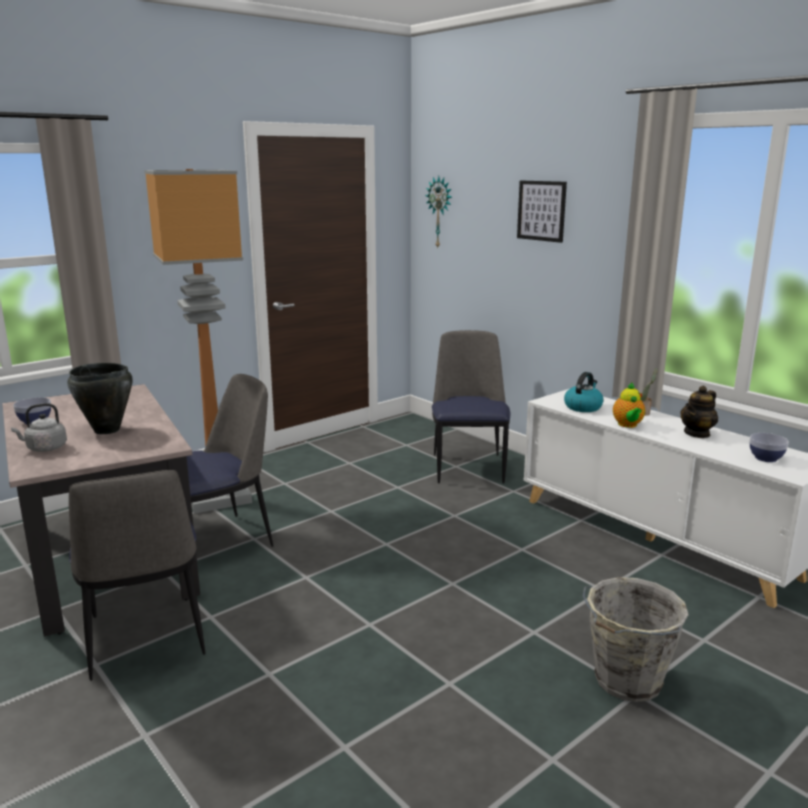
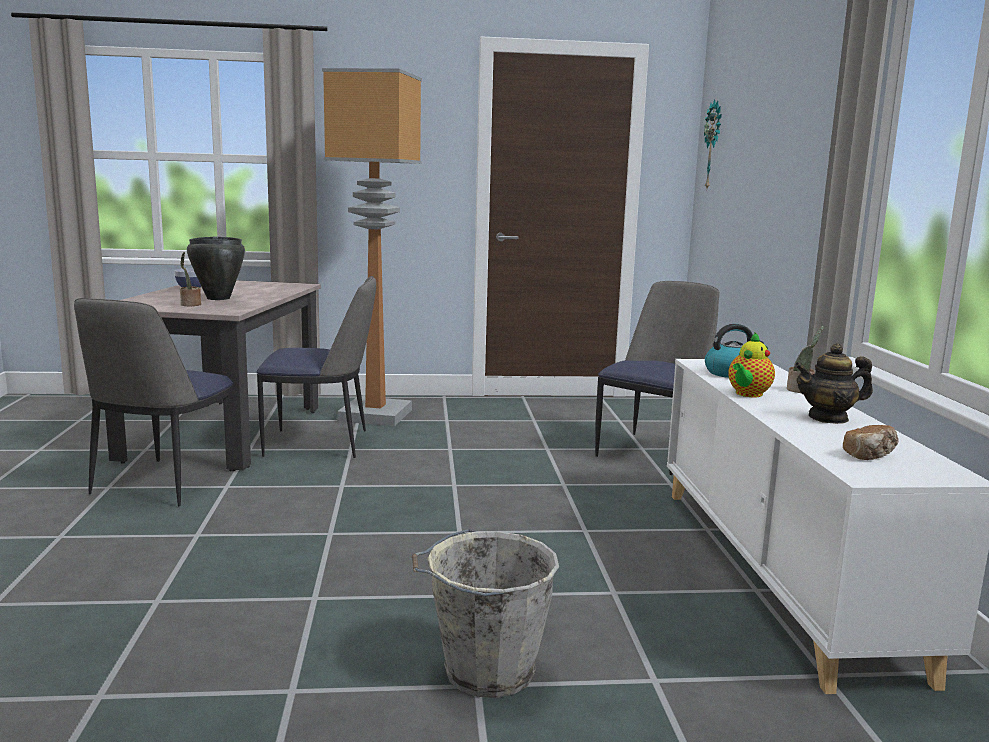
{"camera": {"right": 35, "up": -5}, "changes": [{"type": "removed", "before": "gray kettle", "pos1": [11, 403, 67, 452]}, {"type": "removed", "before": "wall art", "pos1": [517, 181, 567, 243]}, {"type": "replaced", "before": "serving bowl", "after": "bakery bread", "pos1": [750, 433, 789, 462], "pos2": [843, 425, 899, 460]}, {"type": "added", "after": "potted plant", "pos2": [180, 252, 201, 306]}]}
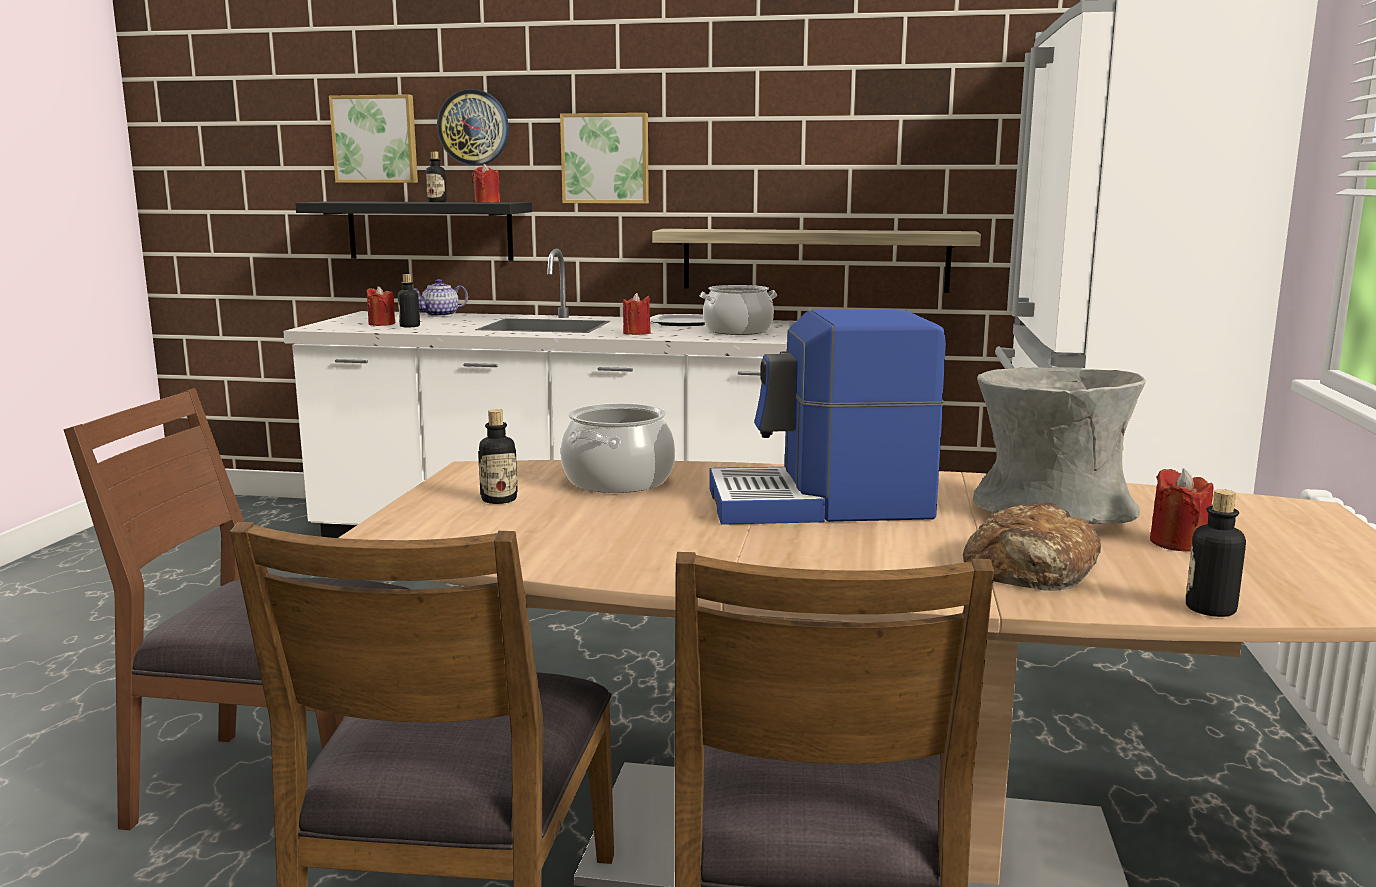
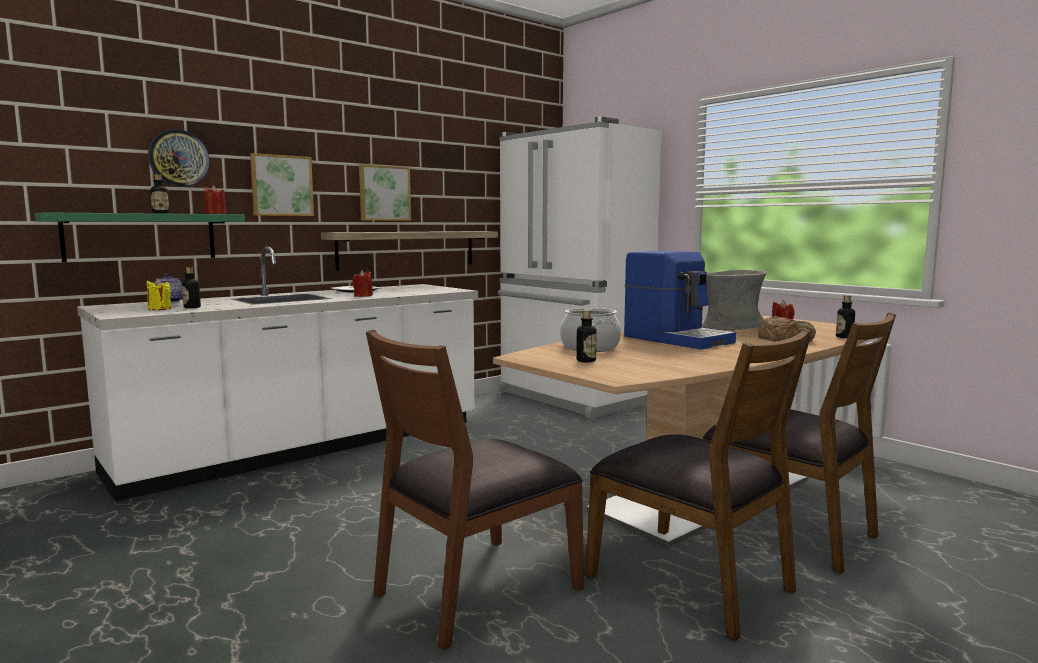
{"camera": {"right": -50, "up": -5}, "changes": [{"type": "recoloured", "before": "black wall shelf", "after": "green-coloured wall shelf", "pos1": [295, 201, 532, 261], "pos2": [35, 212, 245, 262]}, {"type": "moved", "before": "wall art", "pos1": [329, 94, 418, 183], "pos2": [359, 164, 411, 221]}, {"type": "recoloured", "before": "red-coloured wax candle", "after": "yellowish wax candle", "pos1": [366, 286, 395, 326], "pos2": [147, 278, 171, 310]}, {"type": "removed", "before": "saucepot", "pos1": [700, 285, 777, 335]}, {"type": "turned", "before": "coffee brewer", "pos1": [709, 309, 946, 525], "pos2": [624, 251, 736, 350], "turn": -75}]}
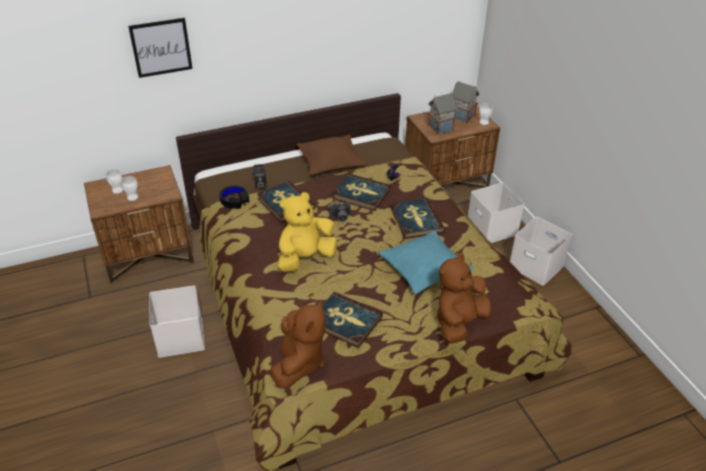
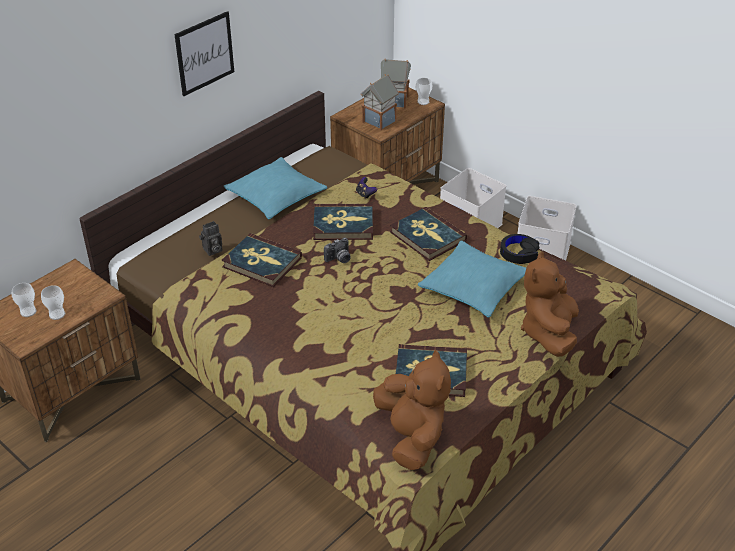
{"camera": {"right": -25, "up": 0}, "changes": [{"type": "moved", "before": "wall art", "pos1": [128, 18, 193, 78], "pos2": [174, 11, 234, 96]}, {"type": "removed", "before": "whitish storage container", "pos1": [149, 286, 205, 358]}, {"type": "moved", "before": "black pair of headphones", "pos1": [219, 186, 249, 209], "pos2": [500, 234, 539, 264]}, {"type": "removed", "before": "yellowish plush toy", "pos1": [278, 192, 337, 272]}, {"type": "recoloured", "before": "brownish cushion", "after": "turquoise-coloured cushion", "pos1": [296, 135, 367, 175], "pos2": [224, 157, 327, 219]}]}
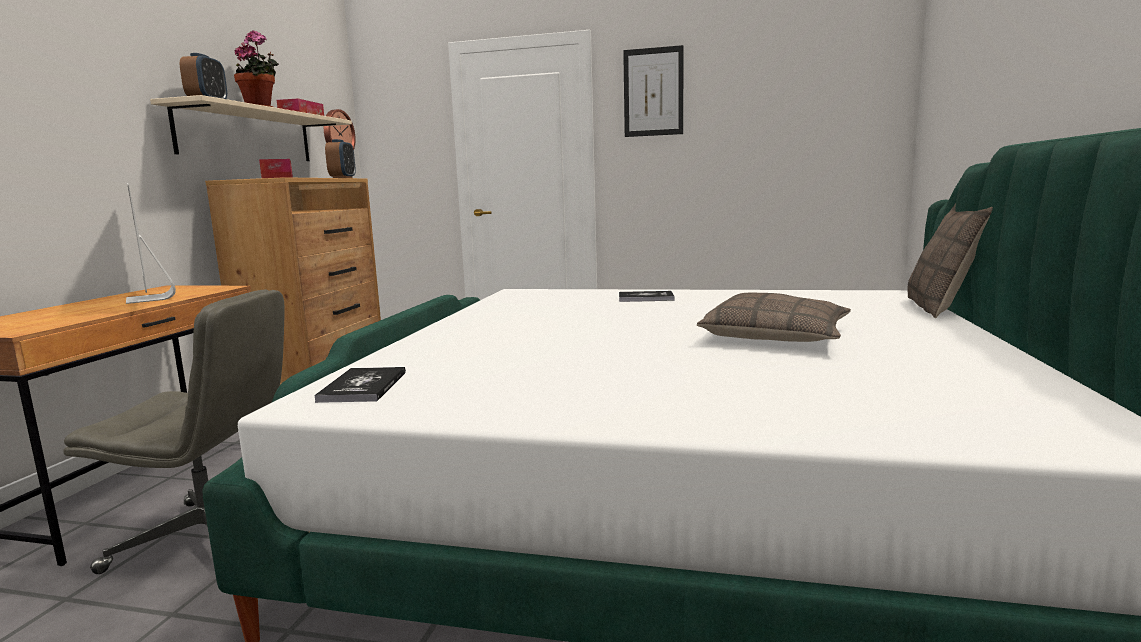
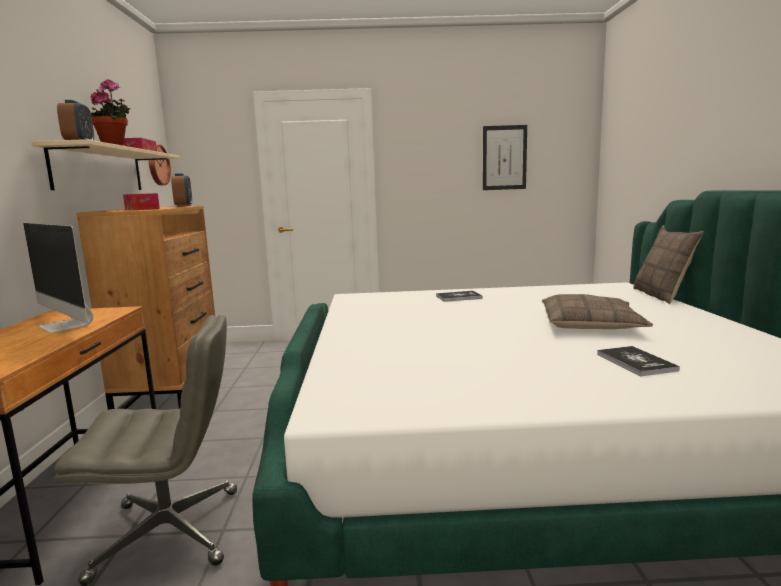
{"camera": {"right": -15, "up": 0}, "changes": [{"type": "moved", "before": "volume", "pos1": [314, 367, 406, 403], "pos2": [597, 346, 680, 376]}, {"type": "moved", "before": "wall art", "pos1": [623, 45, 684, 137], "pos2": [483, 125, 527, 190]}]}
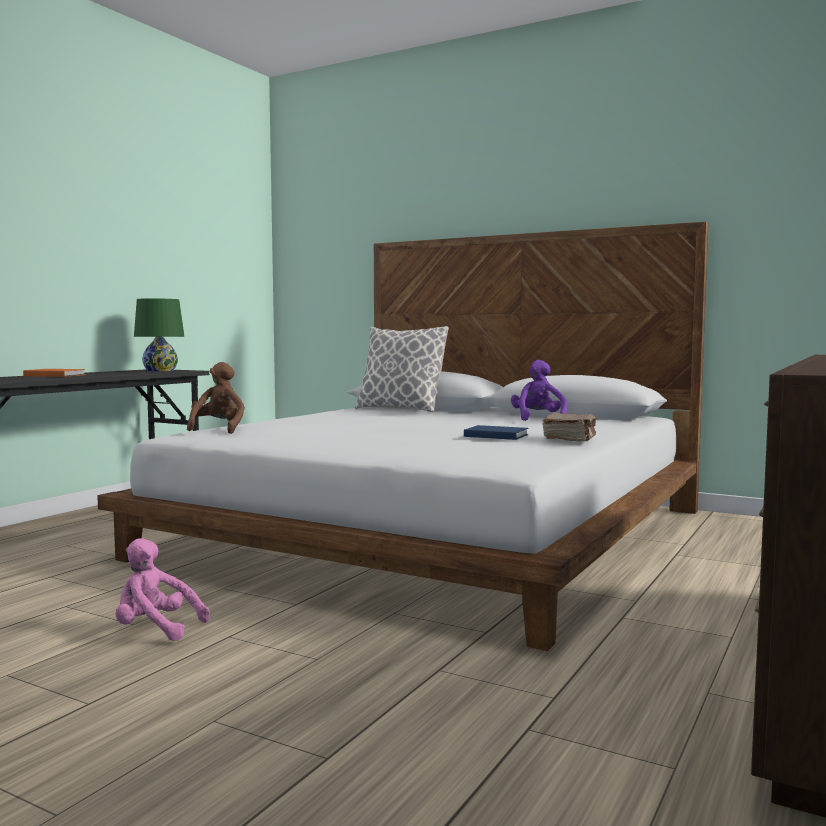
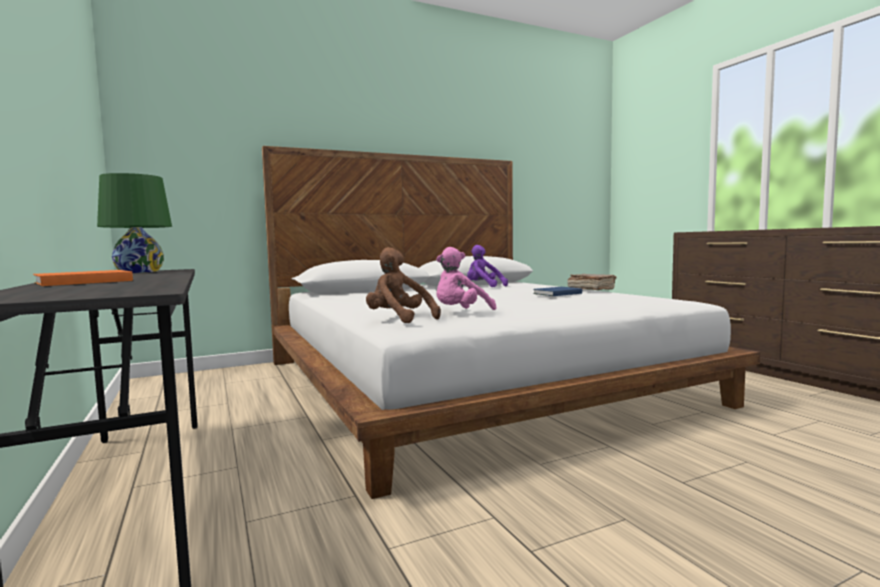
{"camera": {"right": -55, "up": 0}, "changes": [{"type": "moved", "before": "pink-coloured plush toy", "pos1": [116, 538, 210, 641], "pos2": [436, 247, 496, 310]}, {"type": "removed", "before": "cushion", "pos1": [355, 326, 449, 412]}]}
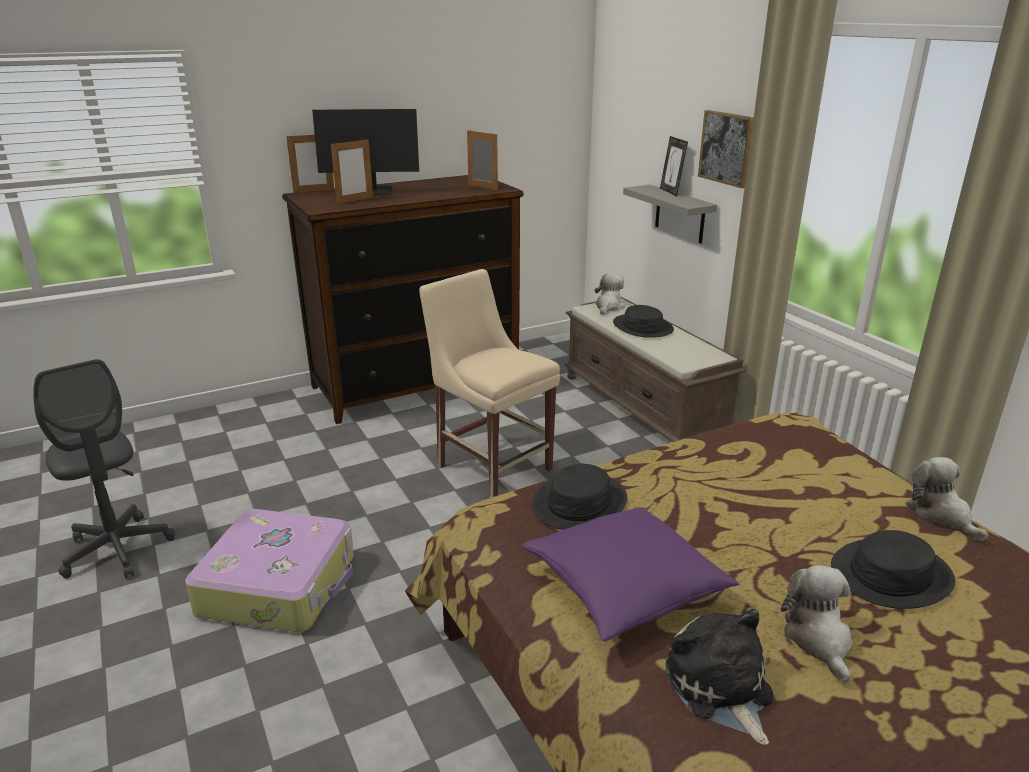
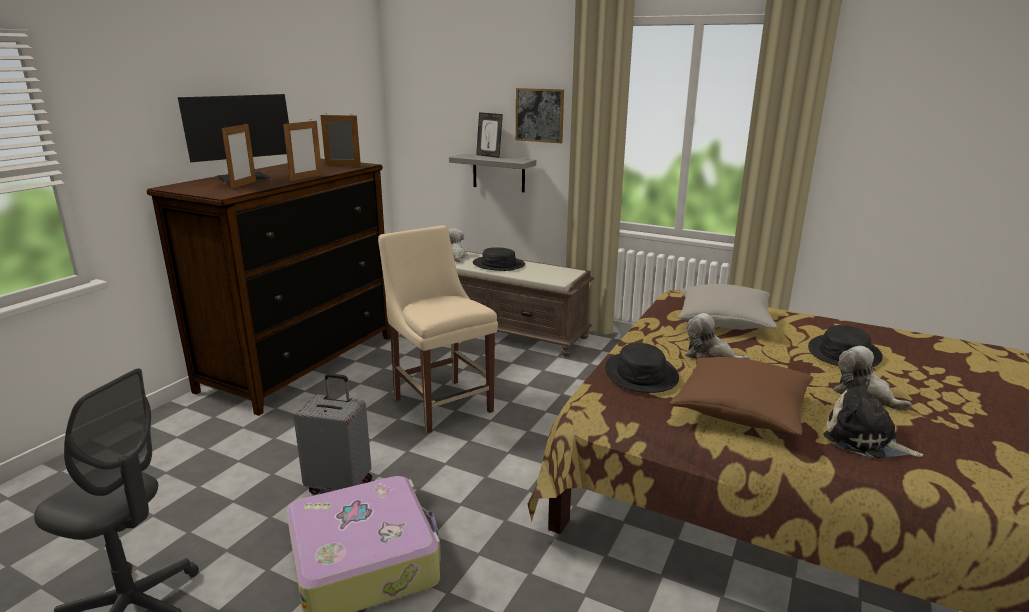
{"camera": {"right": -35, "up": -5}, "changes": [{"type": "moved", "before": "standing frame", "pos1": [286, 134, 334, 193], "pos2": [283, 120, 322, 181]}, {"type": "turned", "before": "sand-coloured chair", "pos1": [419, 269, 560, 498], "pos2": [378, 225, 498, 433], "turn": 45}, {"type": "recoloured", "before": "purple-coloured cushion", "after": "brownish cushion", "pos1": [522, 507, 740, 642], "pos2": [670, 357, 814, 436]}, {"type": "moved", "before": "plush toy", "pos1": [905, 457, 988, 541], "pos2": [685, 313, 750, 360]}, {"type": "added", "after": "gray piece of luggage", "pos2": [294, 373, 372, 495]}, {"type": "added", "after": "gray cushion", "pos2": [679, 284, 777, 329]}]}
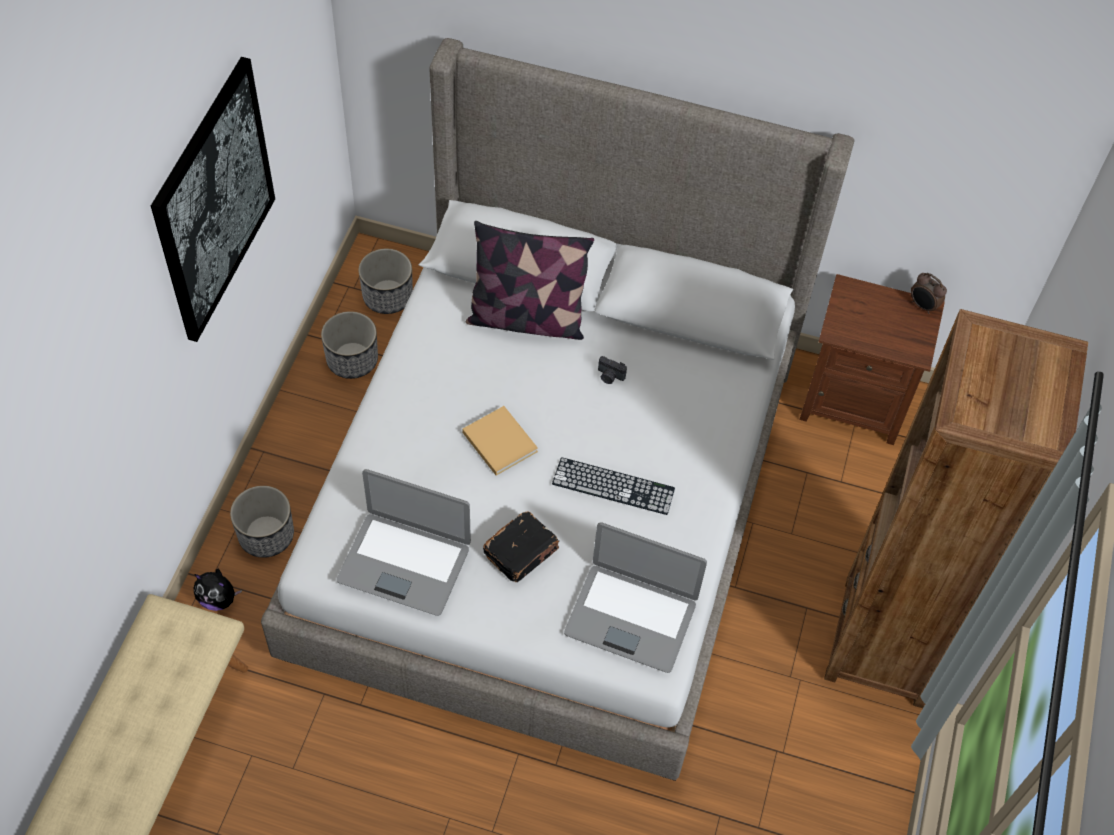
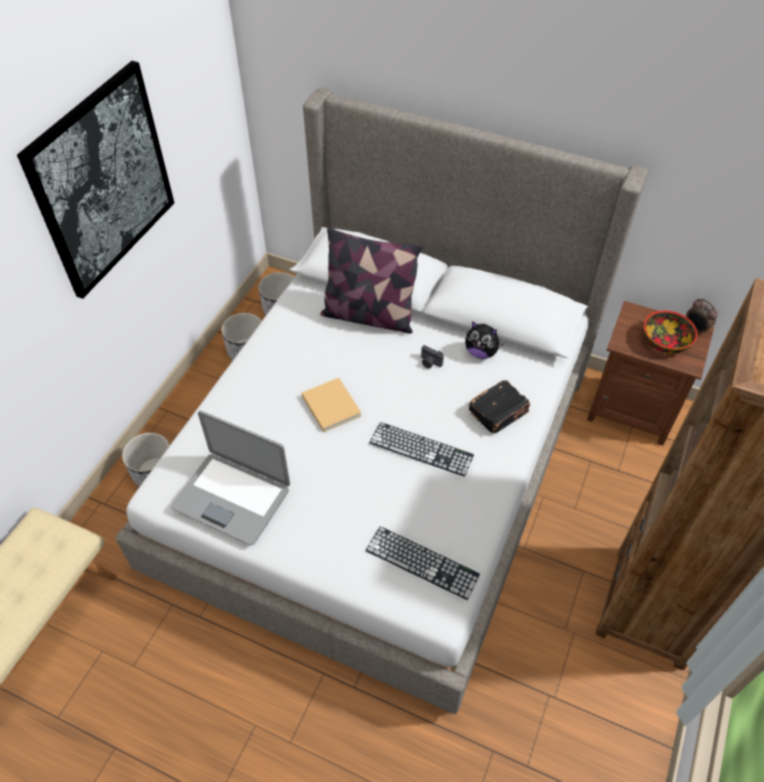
{"camera": {"right": 10, "up": -5}, "changes": [{"type": "moved", "before": "plush toy", "pos1": [194, 568, 242, 611], "pos2": [465, 322, 504, 359]}, {"type": "moved", "before": "black volume", "pos1": [483, 512, 559, 582], "pos2": [469, 380, 530, 434]}, {"type": "replaced", "before": "laptop", "after": "keyboard", "pos1": [564, 522, 707, 673], "pos2": [366, 526, 480, 600]}, {"type": "added", "after": "serving bowl", "pos2": [643, 311, 697, 354]}]}
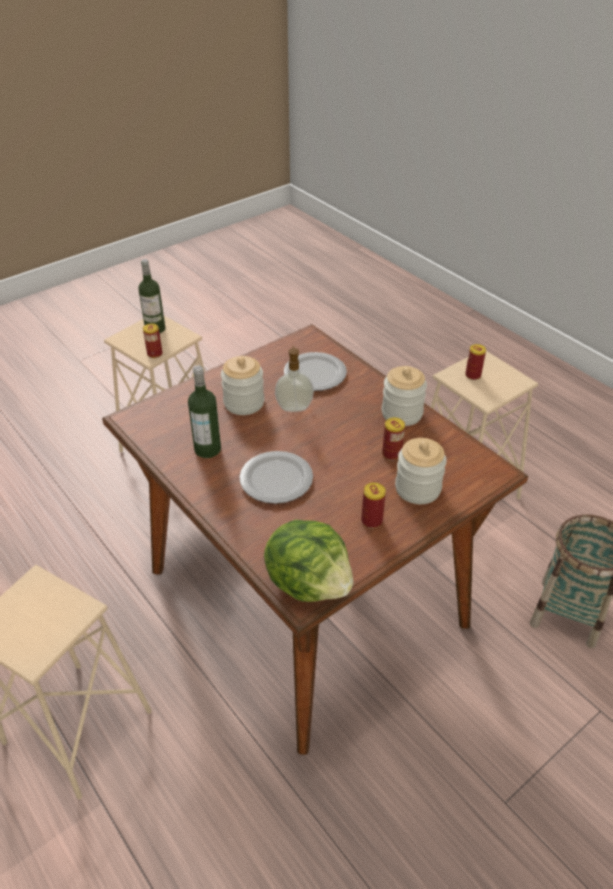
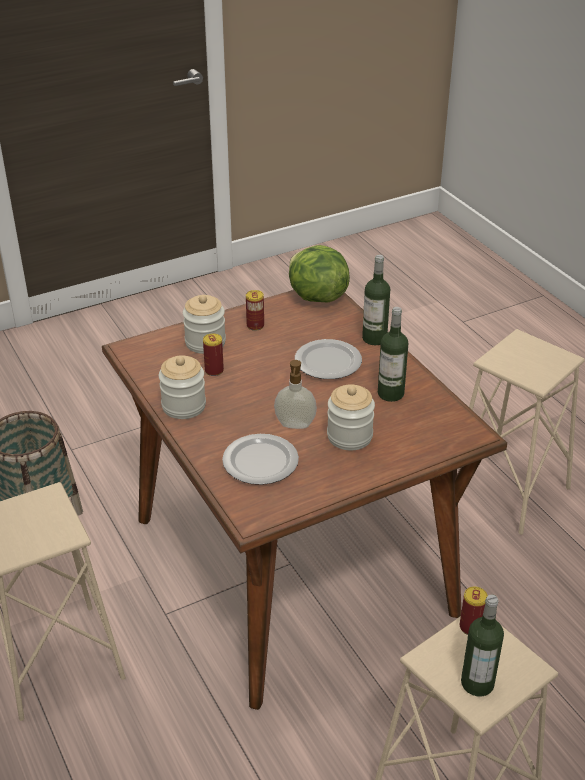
{"camera": {"right": -170, "up": -5}, "changes": [{"type": "removed", "before": "can", "pos1": [465, 344, 486, 380]}, {"type": "added", "after": "drink bottle", "pos2": [362, 255, 390, 345]}]}
